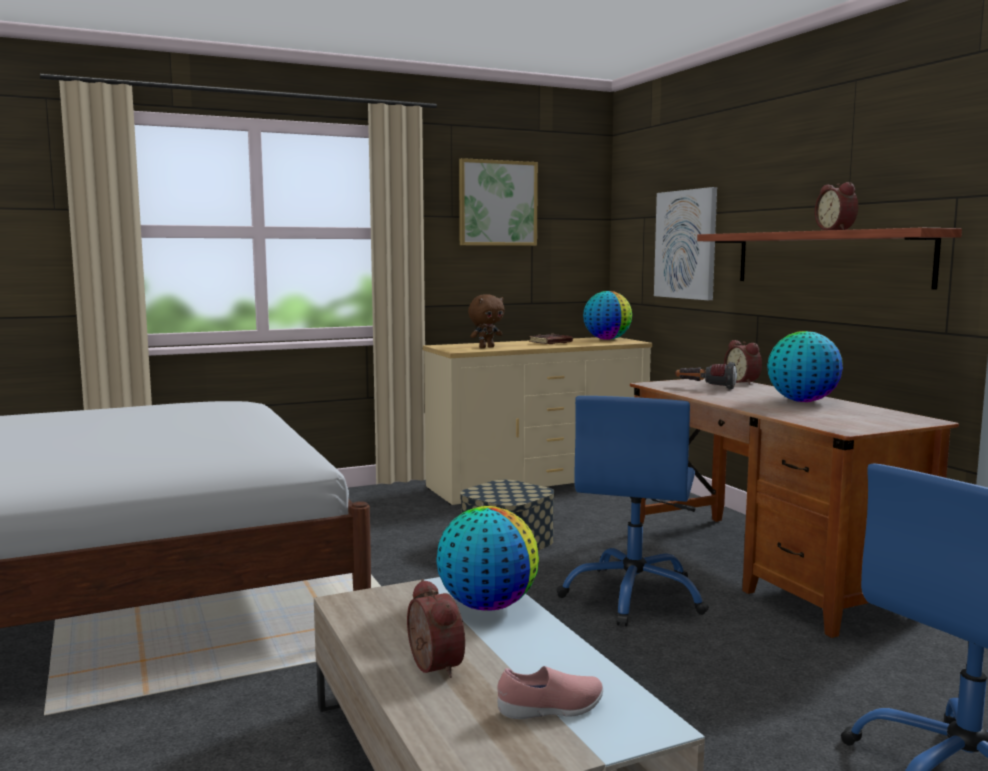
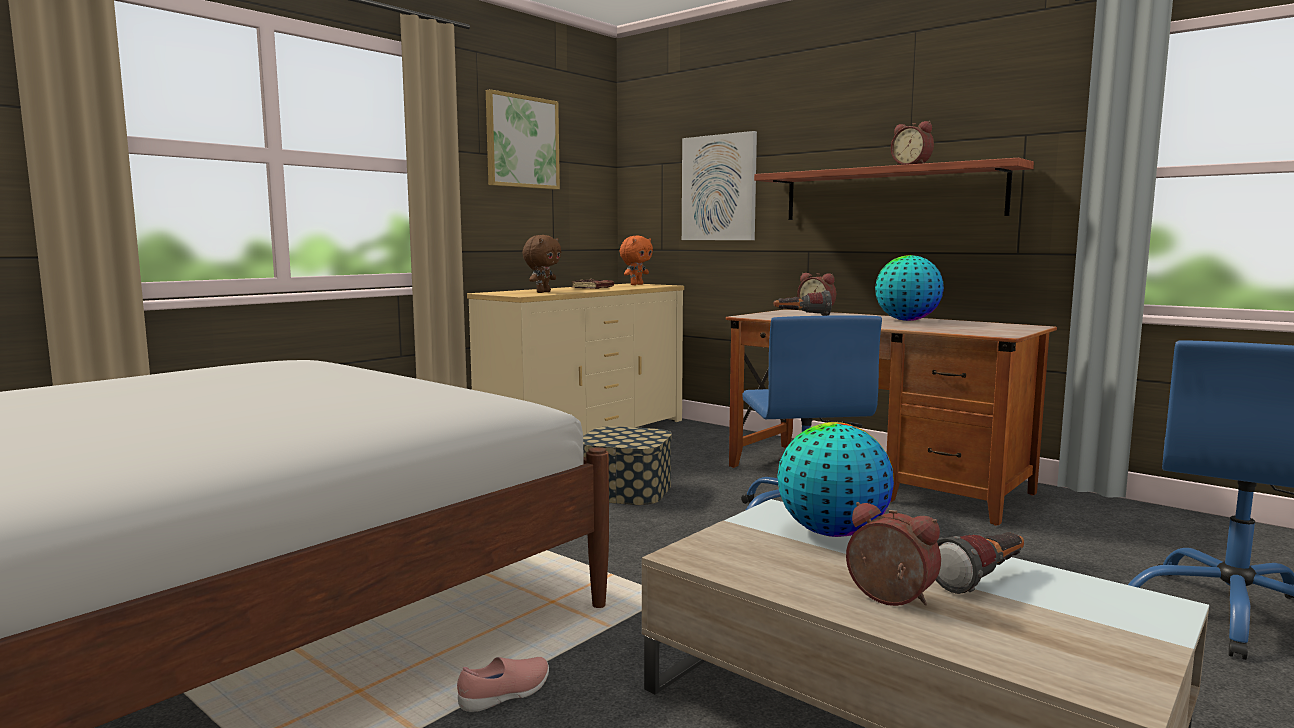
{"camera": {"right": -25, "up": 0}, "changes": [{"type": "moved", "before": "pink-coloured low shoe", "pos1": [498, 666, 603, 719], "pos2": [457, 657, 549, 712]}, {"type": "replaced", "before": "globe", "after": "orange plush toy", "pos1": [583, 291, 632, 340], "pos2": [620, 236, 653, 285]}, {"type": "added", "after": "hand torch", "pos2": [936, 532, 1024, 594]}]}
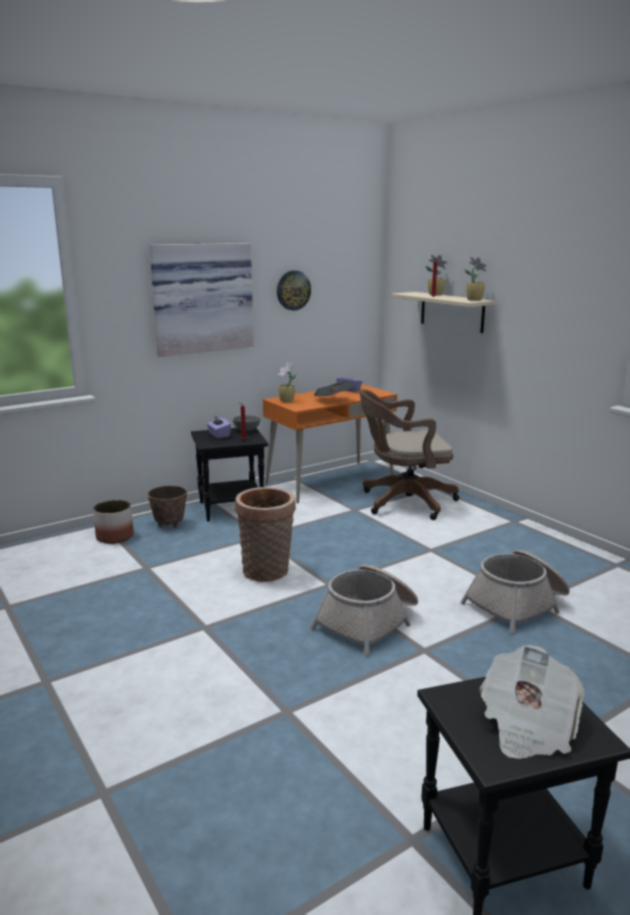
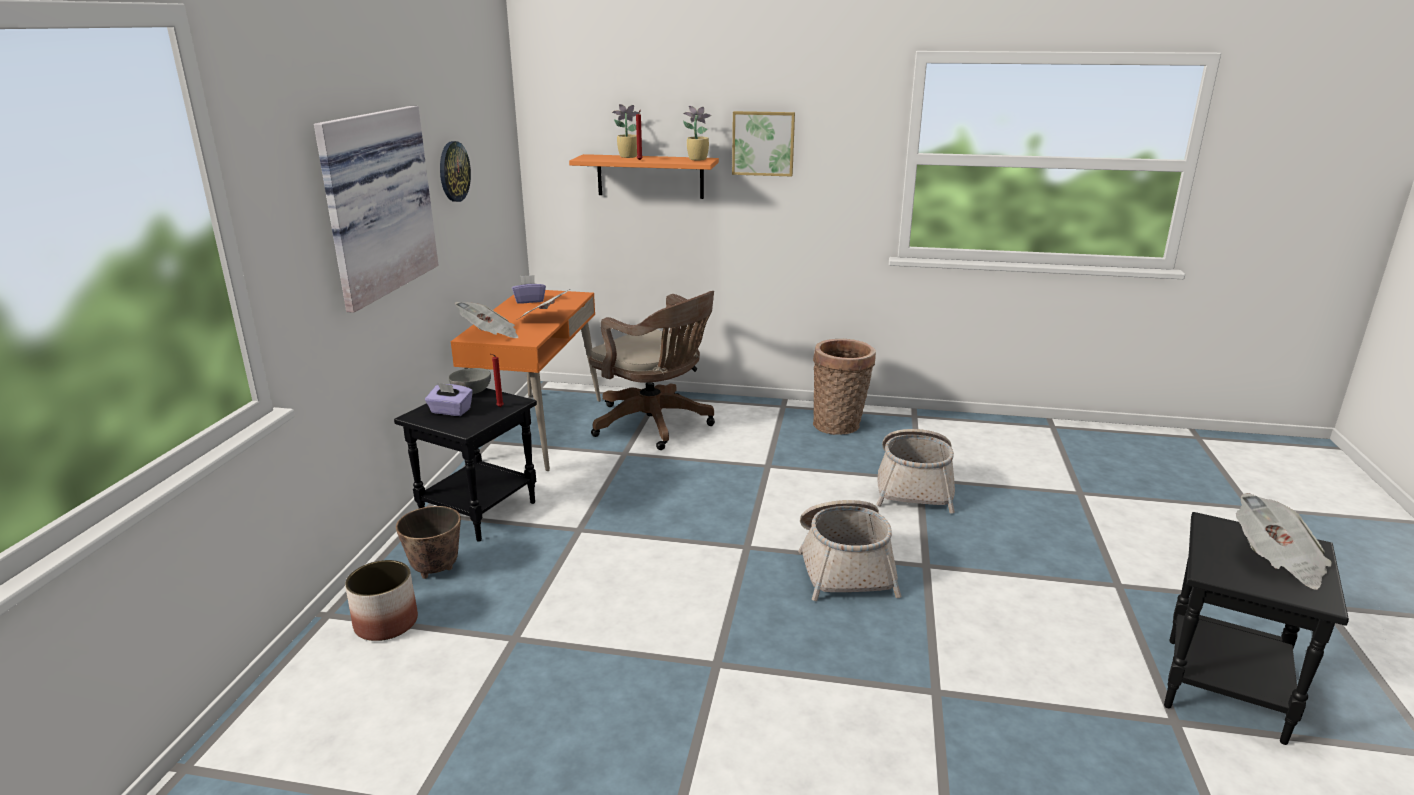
{"camera": {"right": -45, "up": 5}, "changes": [{"type": "moved", "before": "household basket", "pos1": [235, 487, 296, 582], "pos2": [813, 339, 876, 435]}, {"type": "replaced", "before": "potted plant", "after": "printed paper", "pos1": [277, 362, 296, 402], "pos2": [455, 302, 518, 338]}, {"type": "turned", "before": "brownish office chair", "pos1": [359, 389, 459, 520], "pos2": [589, 291, 715, 450], "turn": -90}, {"type": "recoloured", "before": "sand-coloured wall shelf", "after": "orange wall shelf", "pos1": [391, 292, 495, 333], "pos2": [569, 154, 719, 199]}, {"type": "added", "after": "wall art", "pos2": [732, 111, 795, 177]}]}
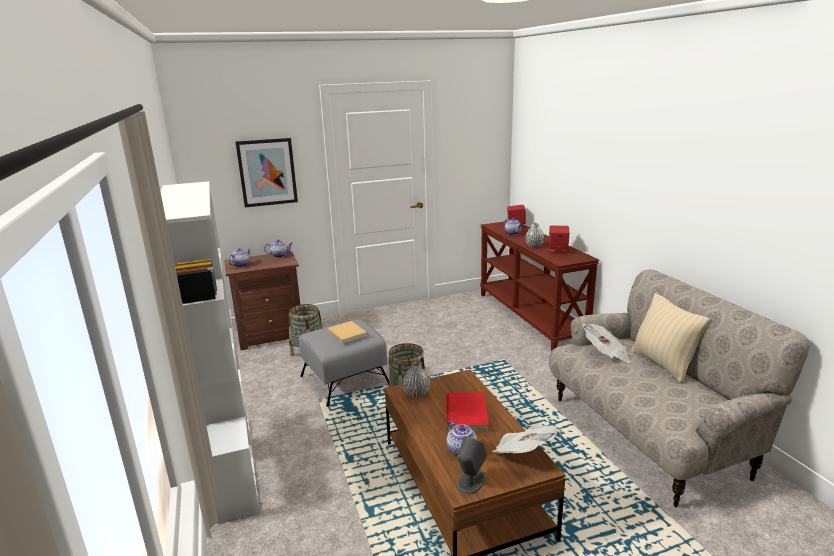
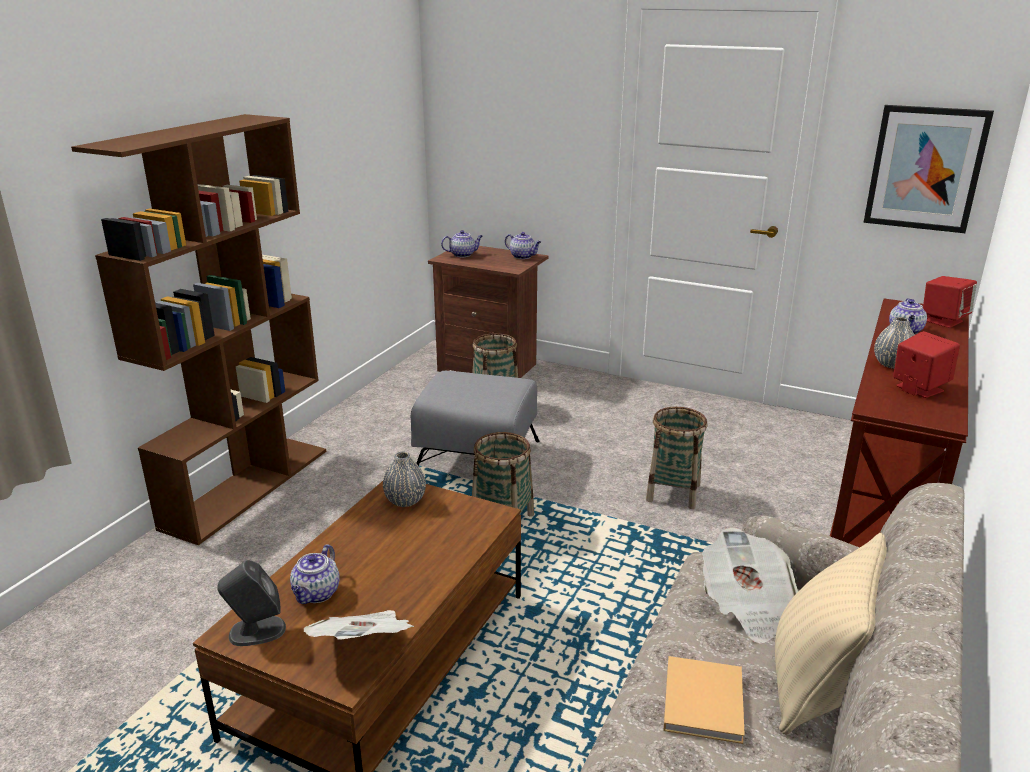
{"camera": {"right": 45, "up": 5}, "changes": [{"type": "recoloured", "before": "whitish shelving unit", "after": "brownish shelving unit", "pos1": [160, 181, 260, 524], "pos2": [71, 114, 326, 545]}, {"type": "moved", "before": "wall art", "pos1": [235, 138, 298, 208], "pos2": [863, 105, 994, 233]}, {"type": "moved", "before": "sand-coloured volume", "pos1": [328, 321, 367, 343], "pos2": [663, 656, 745, 744]}, {"type": "removed", "before": "red-coloured volume", "pos1": [446, 392, 489, 433]}, {"type": "added", "after": "household basket", "pos2": [646, 407, 708, 509]}]}
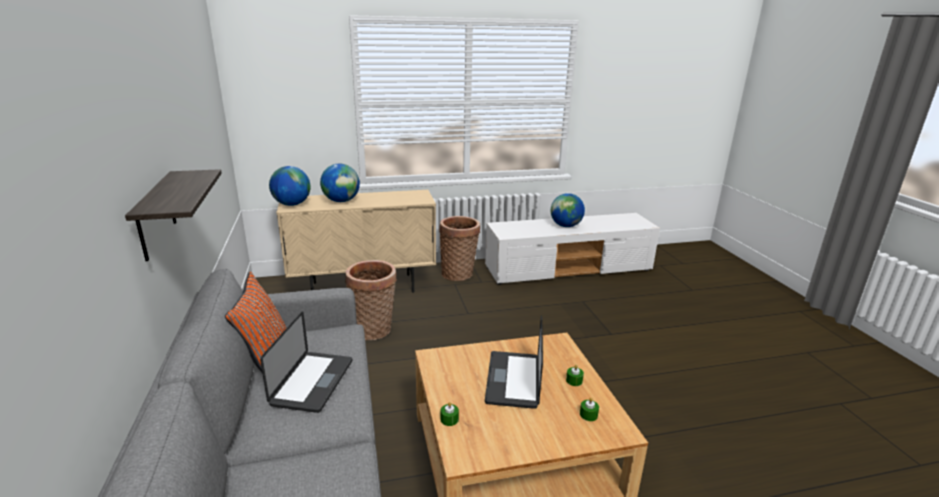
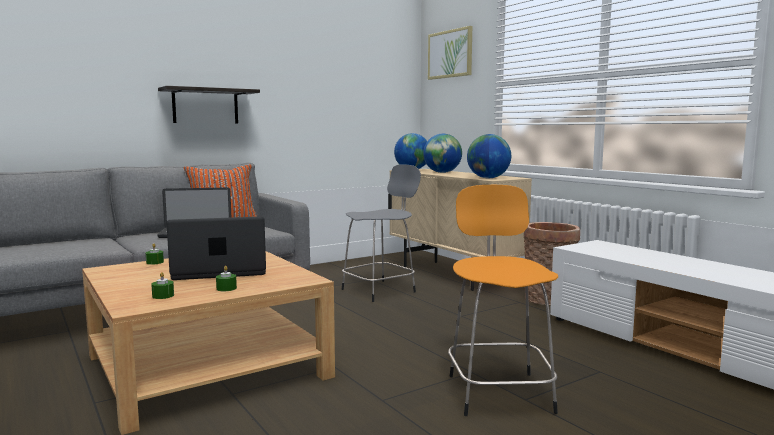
{"camera": {"right": 70, "up": -15}, "changes": [{"type": "replaced", "before": "household basket", "after": "gray stool seat", "pos1": [345, 260, 397, 340], "pos2": [342, 164, 421, 302]}, {"type": "moved", "before": "globe", "pos1": [551, 193, 585, 227], "pos2": [467, 134, 511, 178]}, {"type": "added", "after": "wall art", "pos2": [428, 26, 472, 80]}, {"type": "added", "after": "orange stool seat", "pos2": [448, 185, 558, 416]}]}
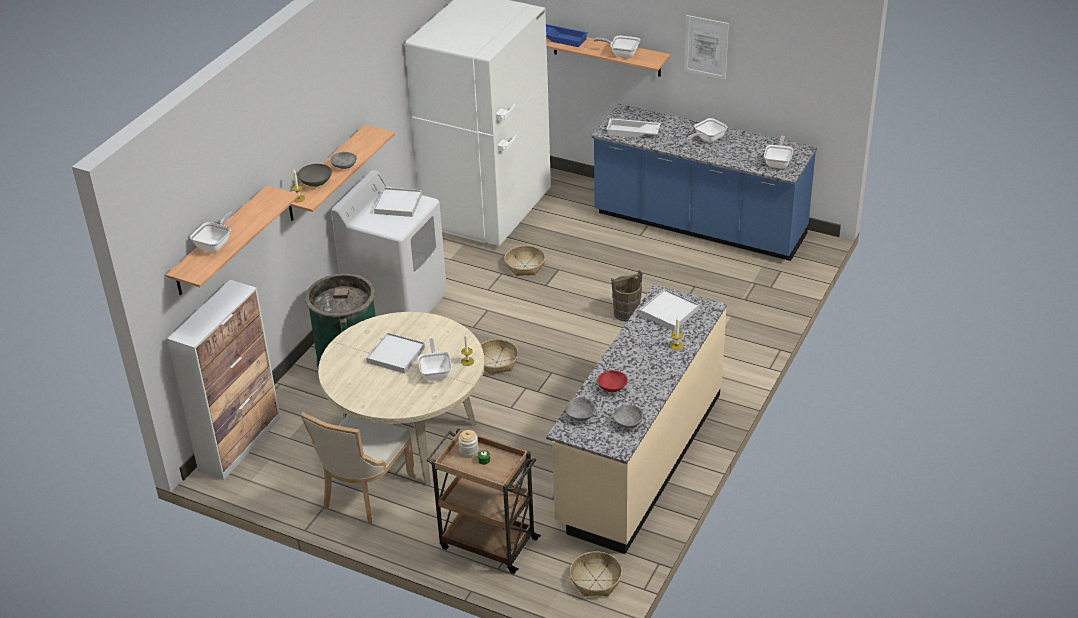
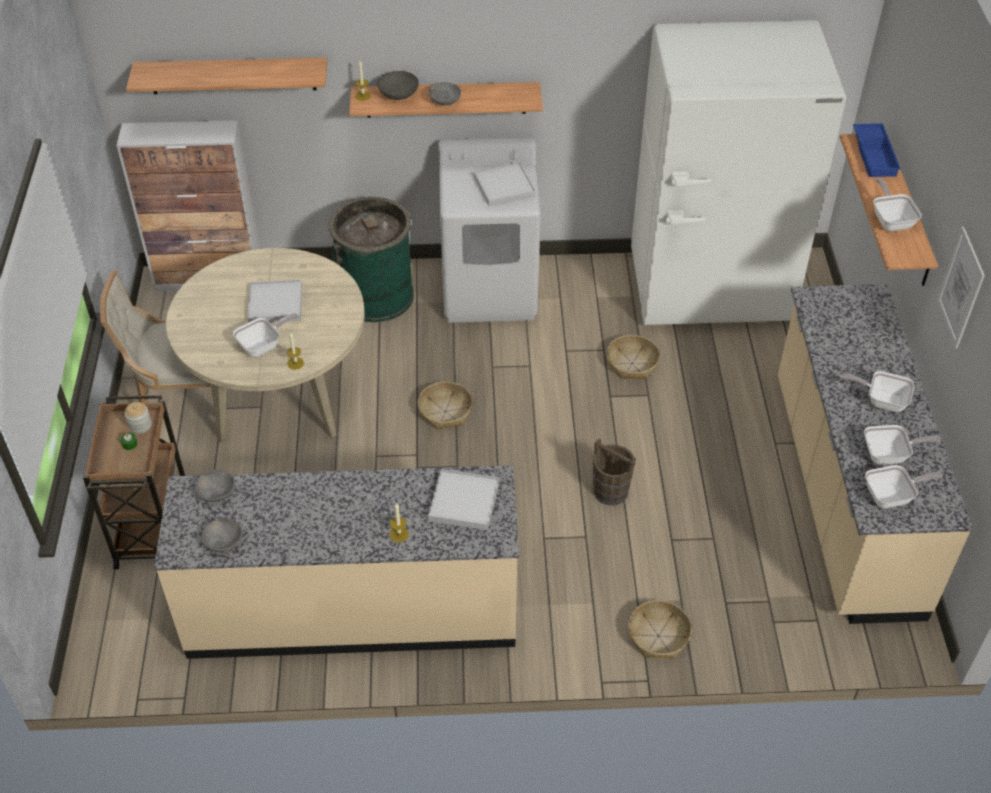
{"camera": {"right": 60, "up": 10}, "changes": [{"type": "moved", "before": "frying pan", "pos1": [190, 212, 235, 252], "pos2": [864, 425, 940, 465]}, {"type": "moved", "before": "household basket", "pos1": [570, 551, 622, 596], "pos2": [628, 600, 692, 659]}, {"type": "recoloured", "before": "blue counter", "after": "sand-coloured counter", "pos1": [591, 104, 817, 261], "pos2": [778, 284, 973, 624]}, {"type": "removed", "before": "red-coloured serving bowl", "pos1": [598, 370, 628, 392]}, {"type": "removed", "before": "whitish serving tray", "pos1": [606, 118, 661, 138]}]}
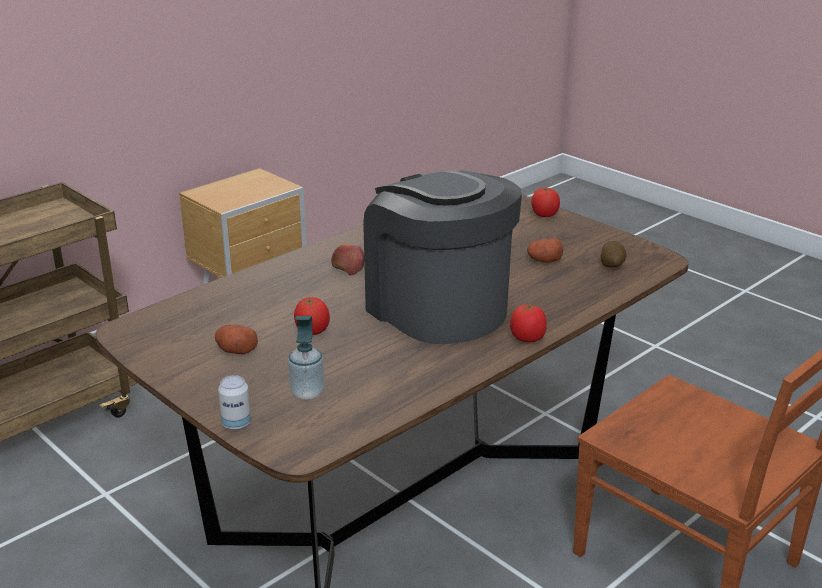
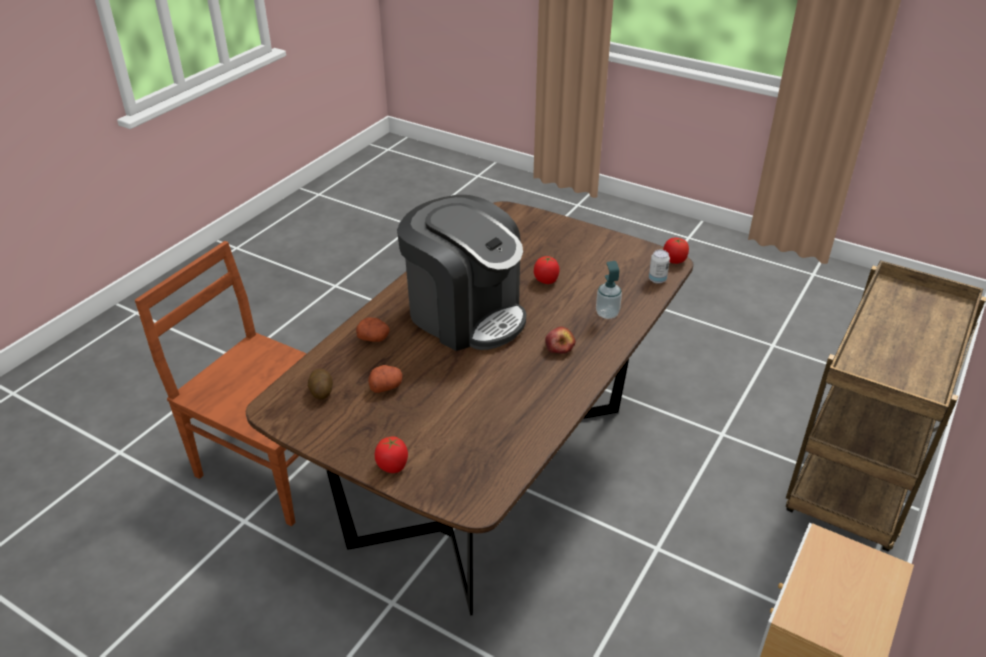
{"camera": {"right": 165, "up": 10}, "changes": [{"type": "moved", "before": "whole potato", "pos1": [215, 325, 258, 354], "pos2": [356, 317, 390, 342]}, {"type": "moved", "before": "can", "pos1": [218, 375, 251, 430], "pos2": [649, 250, 670, 284]}, {"type": "moved", "before": "soap dispenser", "pos1": [288, 316, 325, 400], "pos2": [596, 261, 622, 319]}, {"type": "moved", "before": "fresh tomato", "pos1": [510, 302, 547, 342], "pos2": [663, 238, 689, 264]}]}
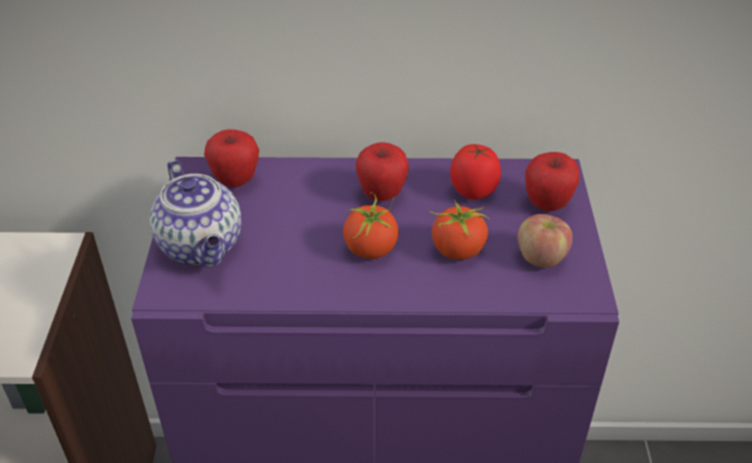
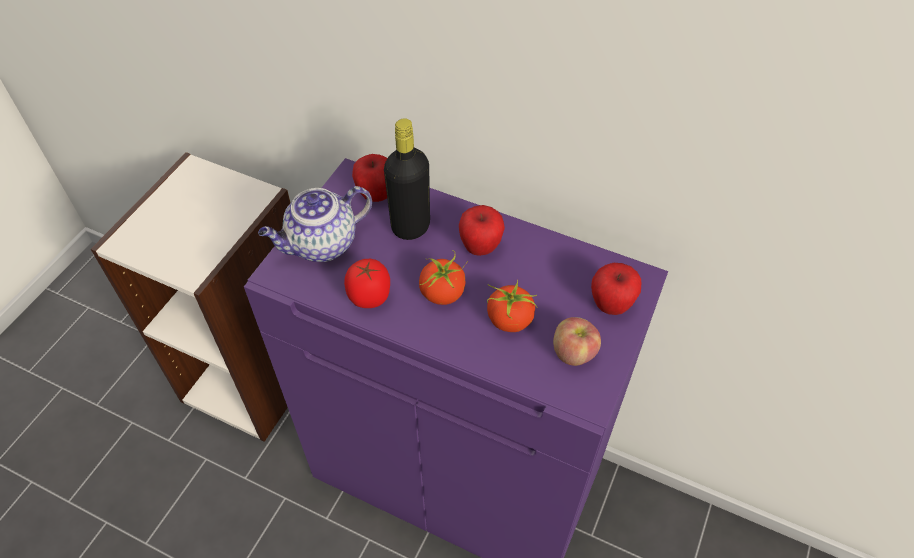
{"camera": {"right": 25, "up": 10}, "changes": [{"type": "turned", "before": "tea pot", "pos1": [149, 159, 242, 267], "pos2": [258, 186, 372, 262], "turn": 60}, {"type": "moved", "before": "fresh tomato", "pos1": [450, 144, 501, 200], "pos2": [344, 259, 390, 308]}, {"type": "added", "after": "black drink bottle", "pos2": [384, 118, 430, 240]}]}
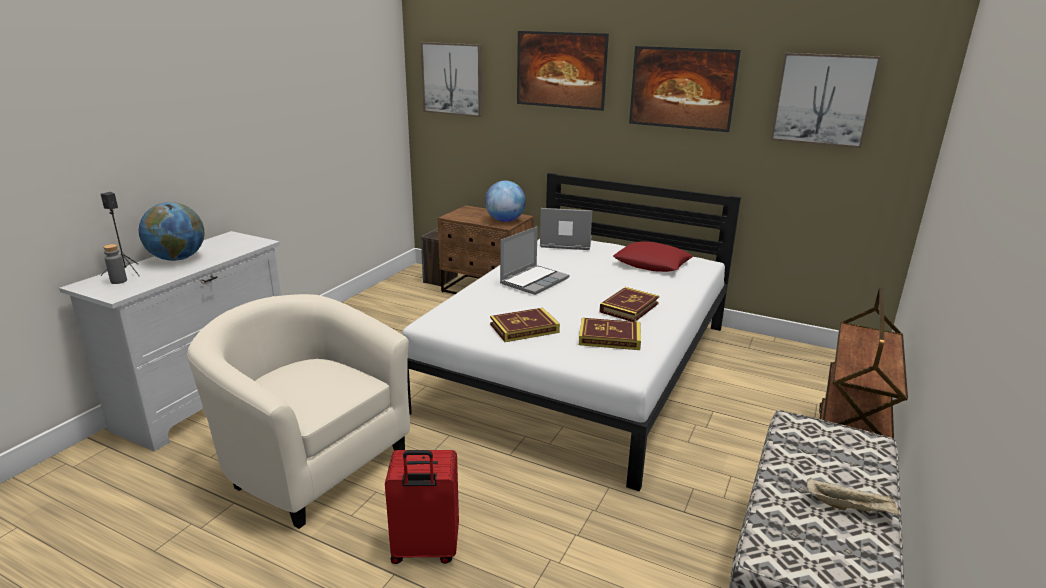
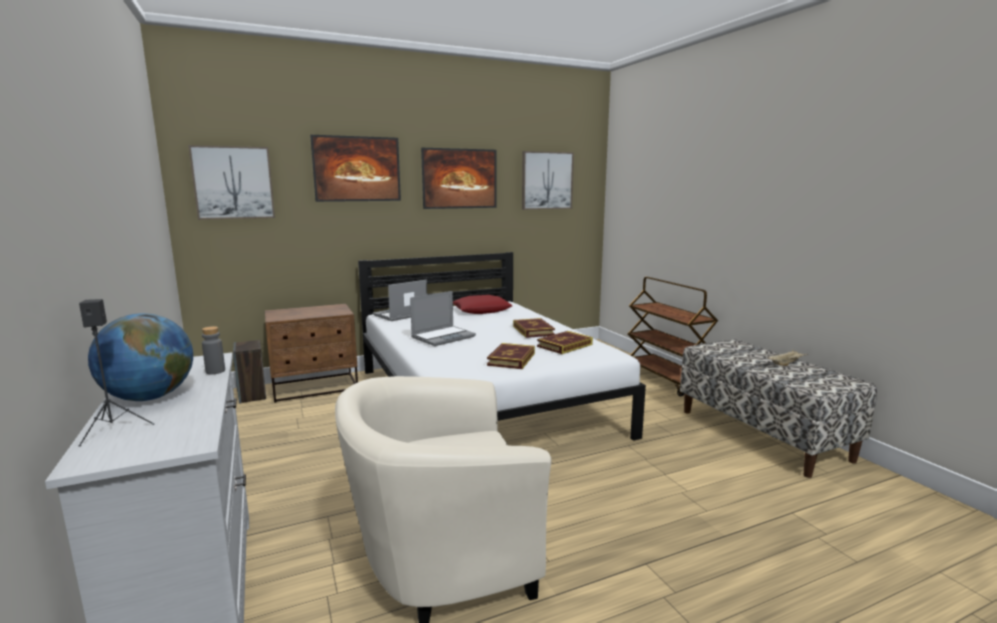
{"camera": {"right": -50, "up": -10}, "changes": [{"type": "moved", "before": "gray drink bottle", "pos1": [103, 244, 127, 284], "pos2": [202, 326, 225, 374]}, {"type": "removed", "before": "red-coloured piece of luggage", "pos1": [385, 450, 459, 564]}, {"type": "removed", "before": "globe", "pos1": [485, 181, 526, 222]}, {"type": "turned", "before": "laptop", "pos1": [500, 226, 569, 295], "pos2": [410, 291, 476, 346], "turn": 60}]}
